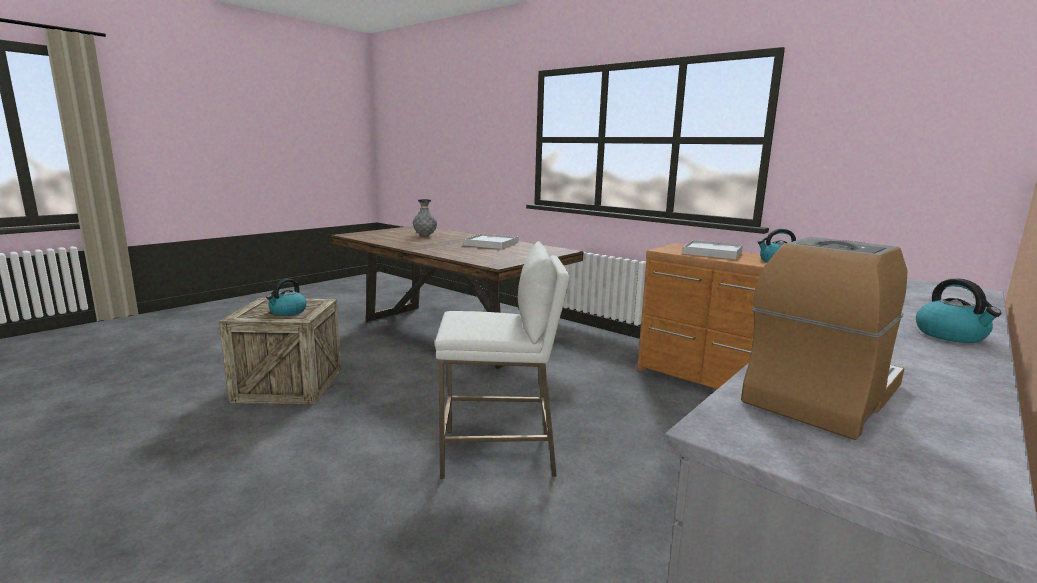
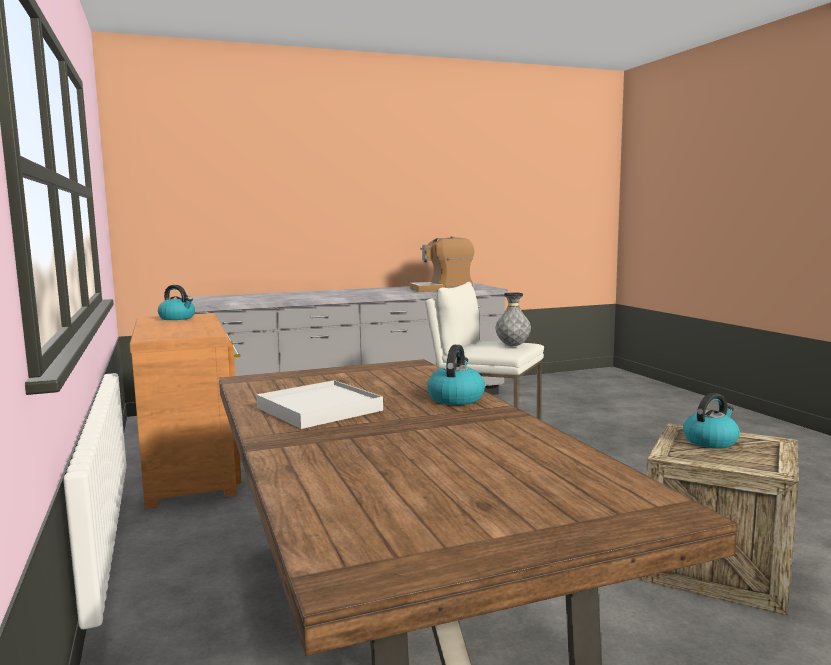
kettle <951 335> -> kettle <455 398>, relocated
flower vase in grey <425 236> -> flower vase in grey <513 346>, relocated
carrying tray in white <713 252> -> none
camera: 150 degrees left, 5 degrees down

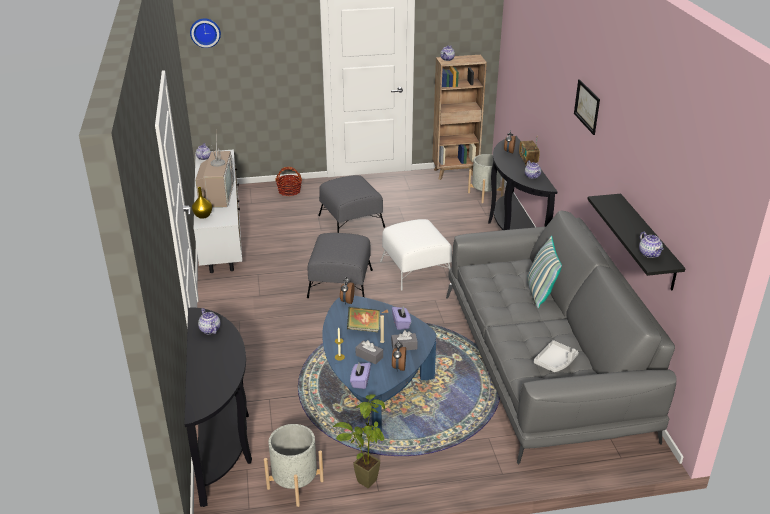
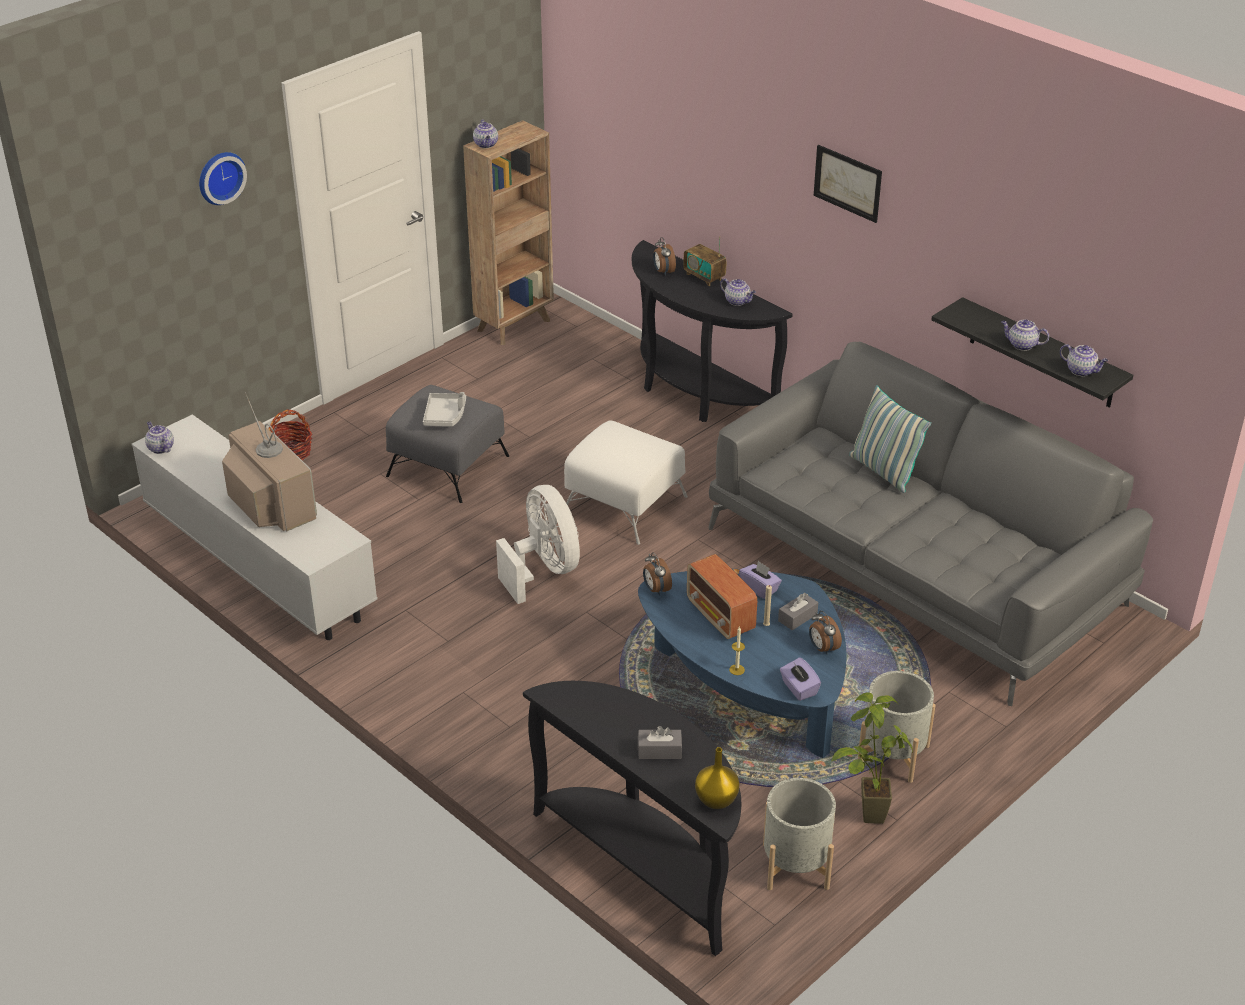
wall clock <205 32> -> wall clock <219 177>, relocated
carrying tray in grey <555 361> -> carrying tray in grey <445 416>, relocated
pouffe in grey <340 283> -> fan in white <544 570>
tissue holder in grey <369 356> -> tissue holder in grey <659 751>, relocated
volume <363 328> -> radio set <720 616>
flower vase in yellow-coloured <203 216> -> flower vase in yellow-coloured <717 800>, relocated
flower pot in grey <485 194> -> flower pot in grey <893 755>, relocated
tea pot <209 329> -> tea pot <1021 345>, relocated
camera: 35 degrees left, 5 degrees up

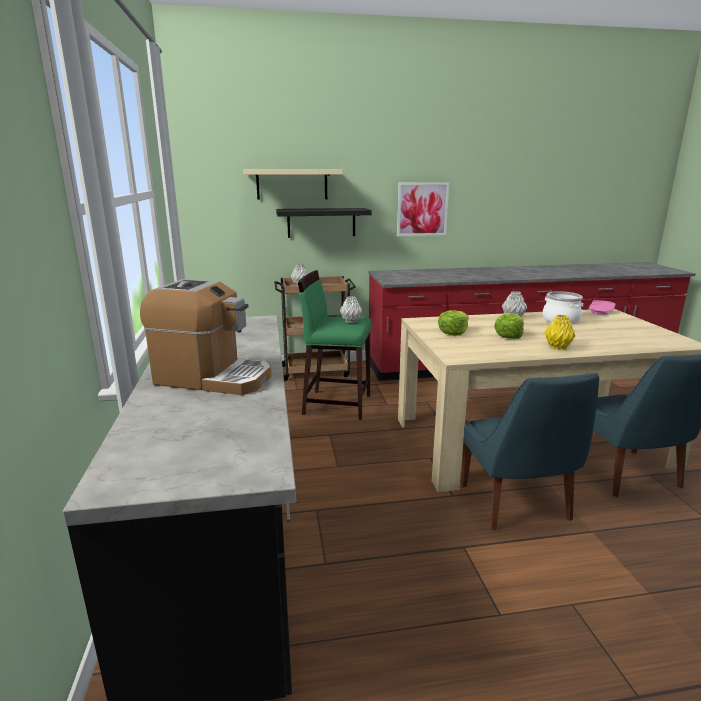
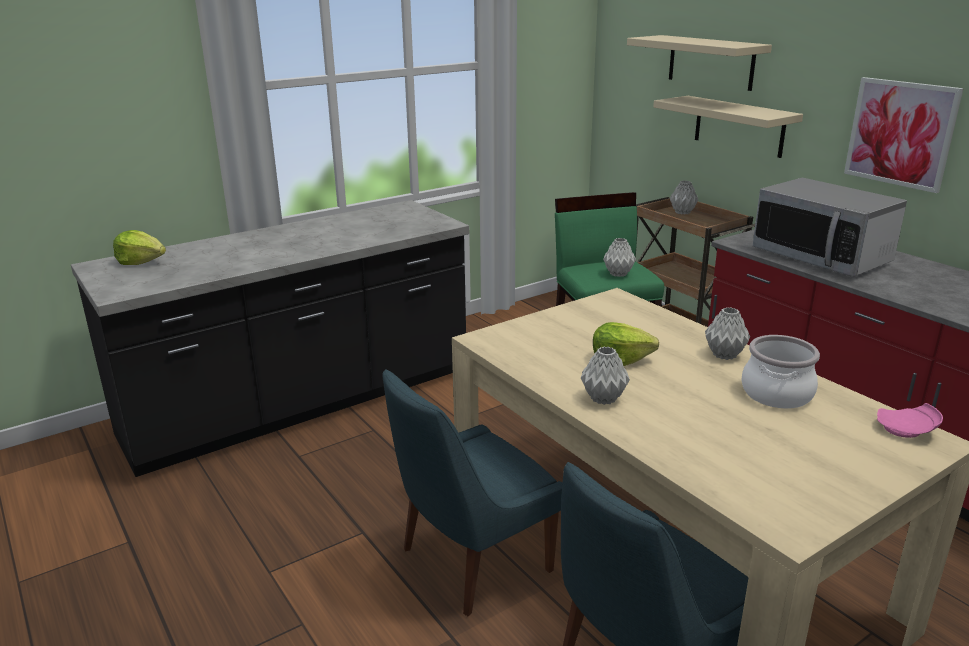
lettuce <453 332> -> lettuce <141 262>, relocated
flower vase in yellow-coloured <558 347> -> flower vase in grey <602 399>
bracket shelf in blackish <321 222> -> bracket shelf in sand-coloured <739 126>
none -> microwave oven <821 257>
coffee brewer <213 378> -> none
camera: 65 degrees right, 5 degrees up

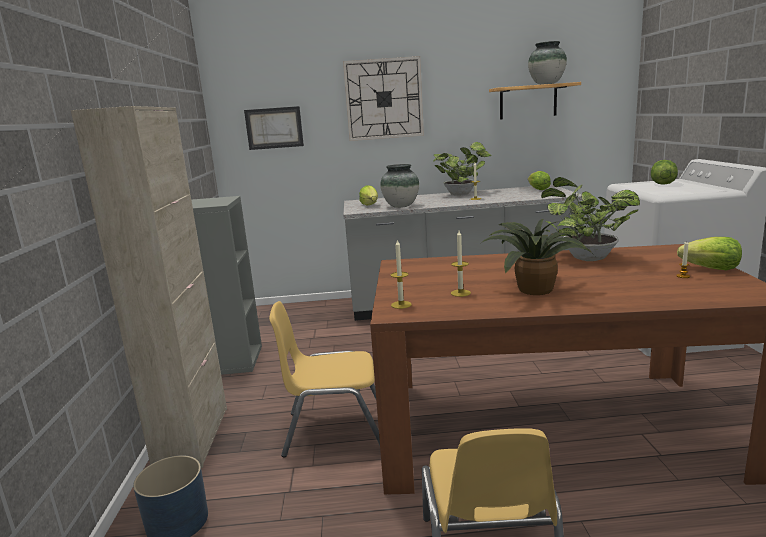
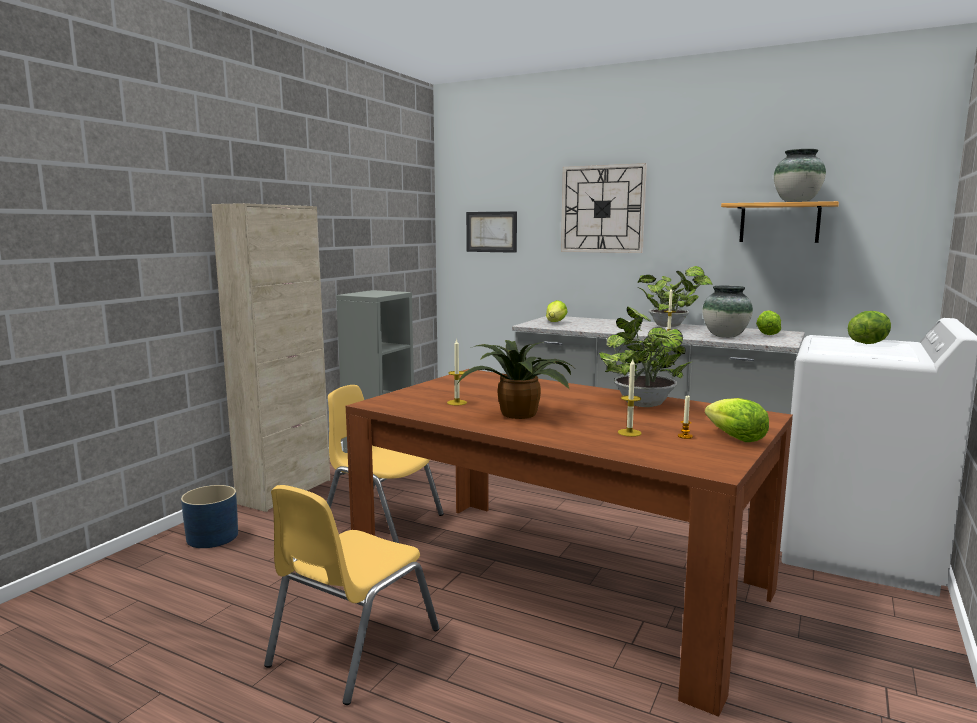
wax candle <401 305> -> wax candle <629 433>, relocated
flower vase <400 206> -> flower vase <725 336>, relocated
camera: 30 degrees right, 5 degrees down

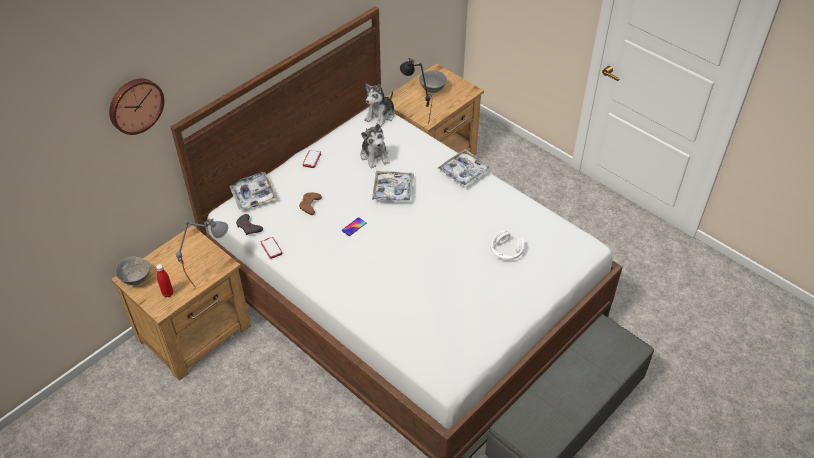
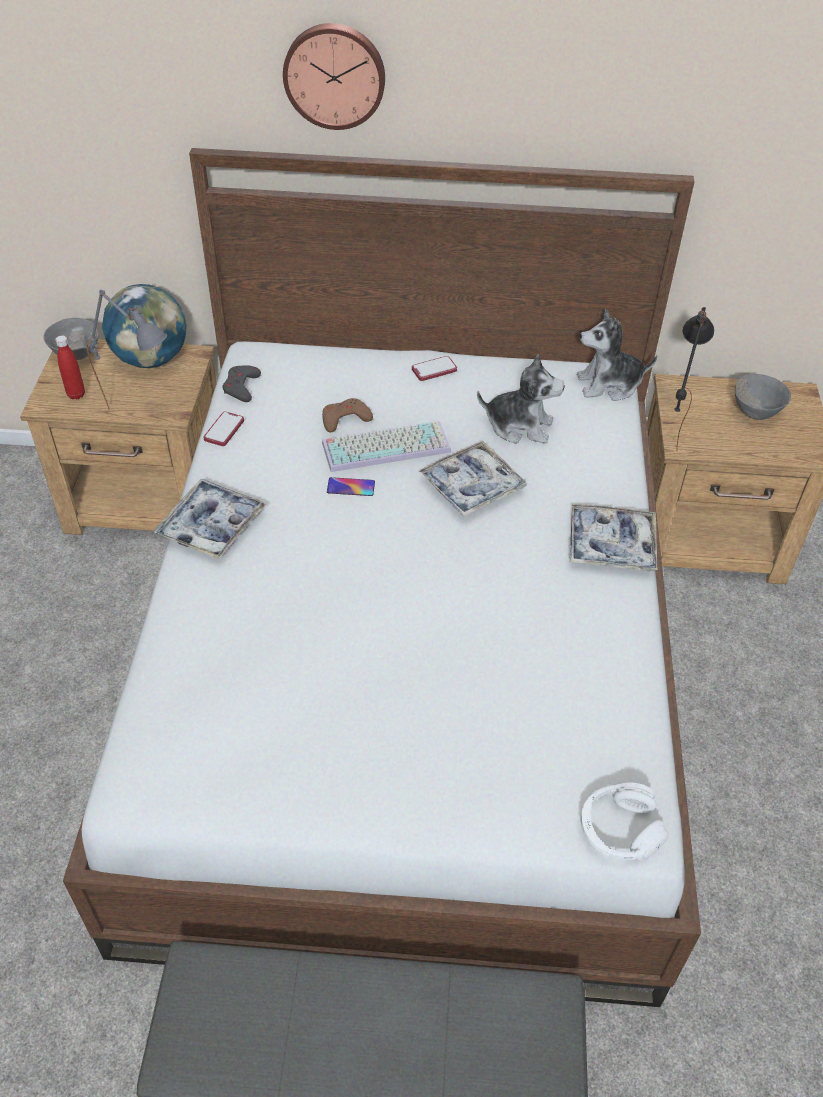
none -> globe <151 359>
carrying tray <253 194> -> carrying tray <211 526>, relocated
wall clock <135 105> -> wall clock <335 75>, relocated
none -> PC keyboard <387 445>
cuddly toy <375 156> -> cuddly toy <519 426>, 105 degrees counterclockwise
headphones in white <506 251> -> headphones in white <619 830>, relocated
camera: 50 degrees right, 0 degrees up

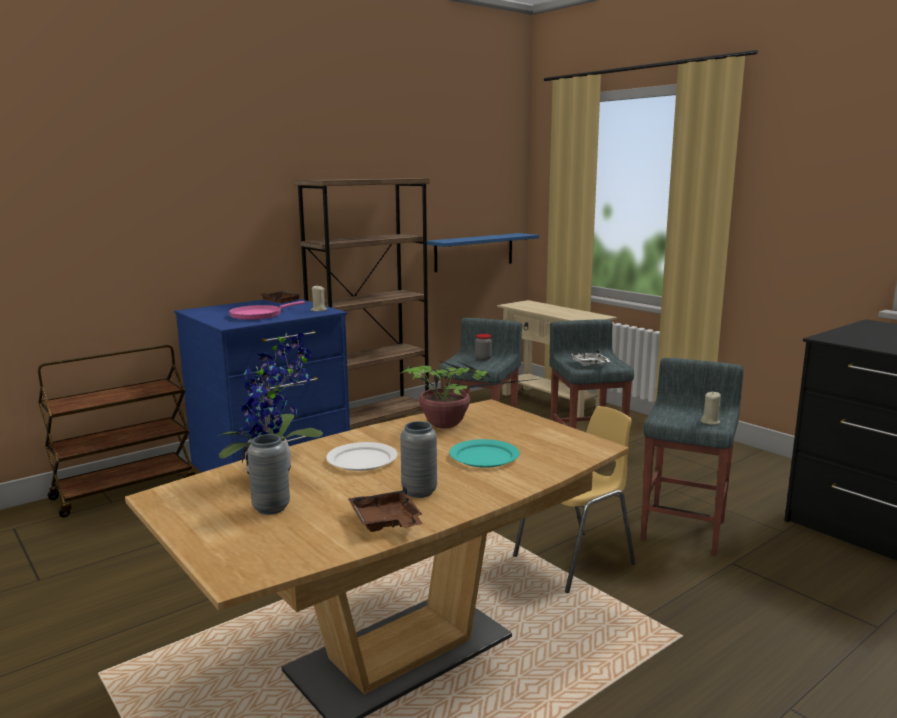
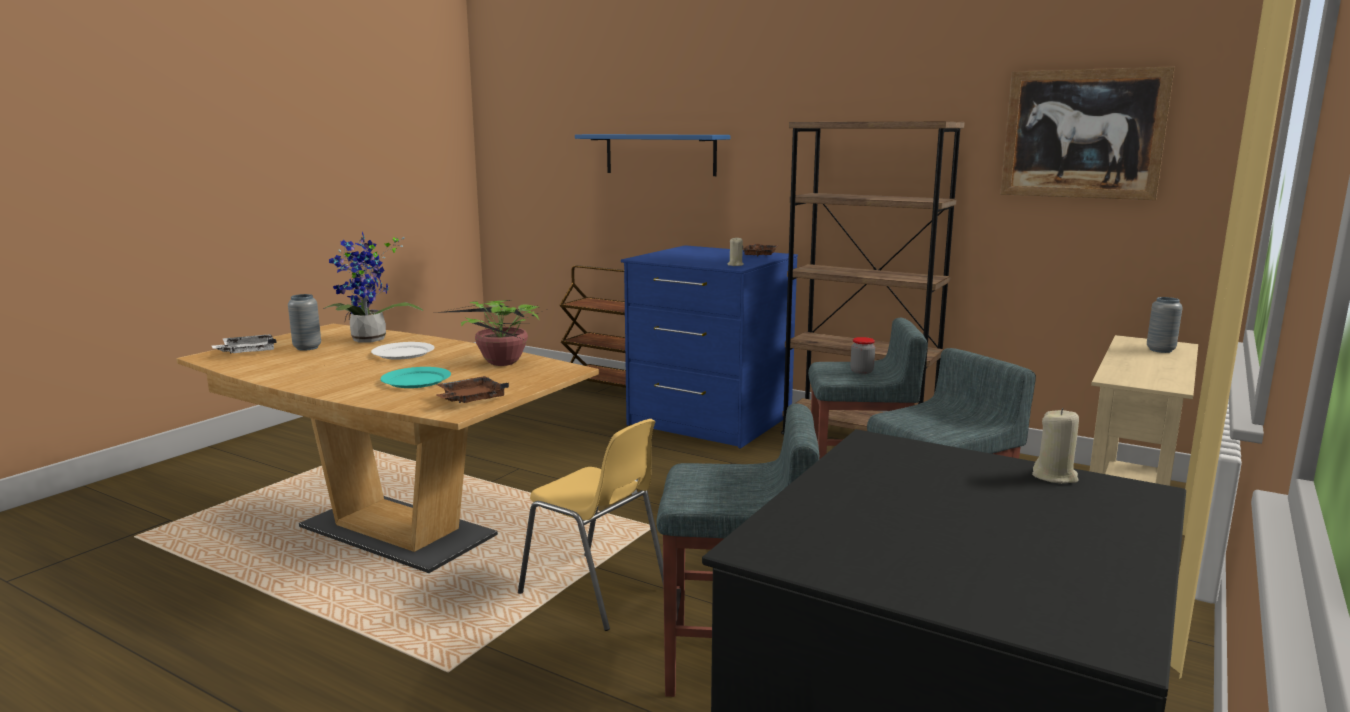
carrying tray in white <590 364> -> carrying tray in white <247 352>, relocated
carrying tray in brown <386 522> -> carrying tray in brown <470 399>, relocated
bracket shelf in bluish <474 252> -> bracket shelf in bluish <660 154>, relocated
none -> wall art <1082 134>
wax candle in sand-coloured <710 422> -> wax candle in sand-coloured <1055 476>, relocated
flower vase in grey <419 492> -> flower vase in grey <1160 350>, relocated
pan in pink <259 315> -> none
camera: 70 degrees right, 0 degrees up

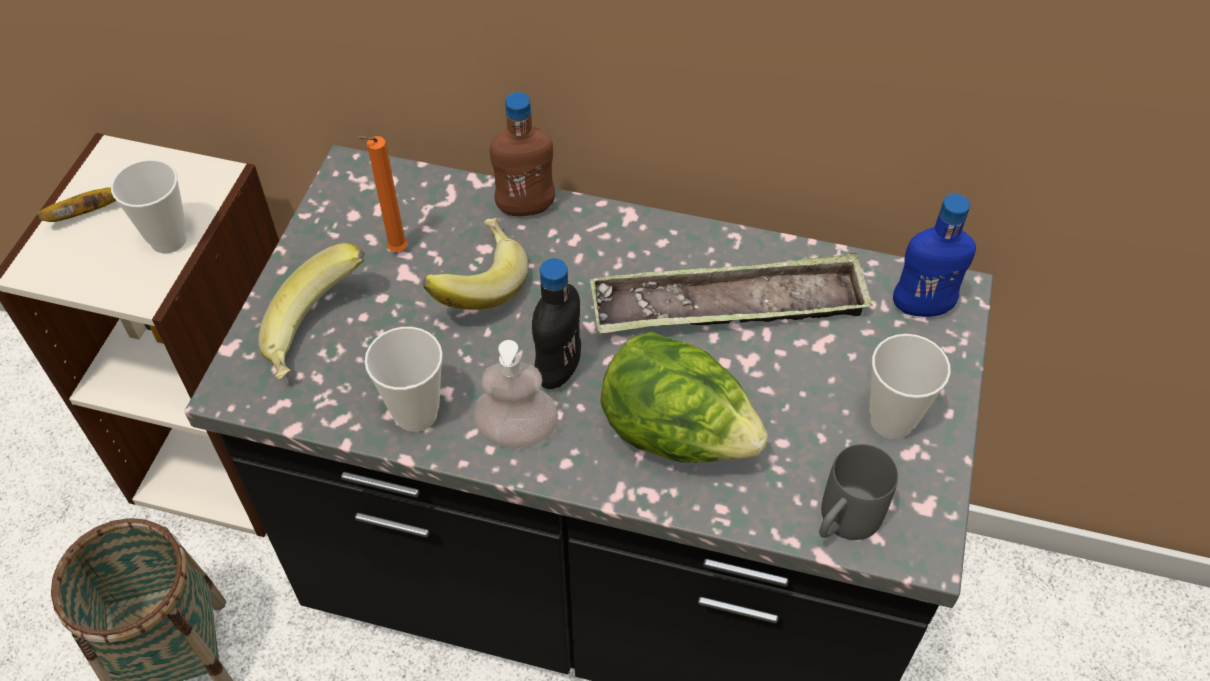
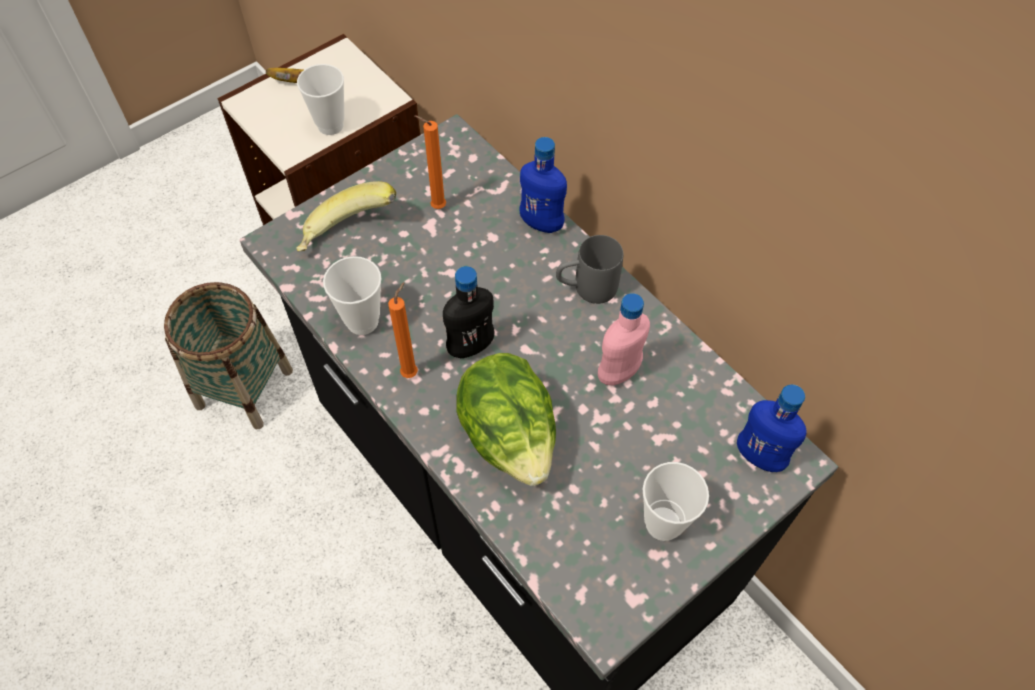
soap bottle <517 432> -> wax candle in orange <411 372>
beverage bottle in brown <525 207> -> beverage bottle in bluish <541 223>
mug in grey <842 523> -> mug in grey <586 288>, relocated
carrying tray <729 307> -> beverage bottle in pink <619 372>
banana <476 283> -> none
camera: 35 degrees right, 5 degrees up

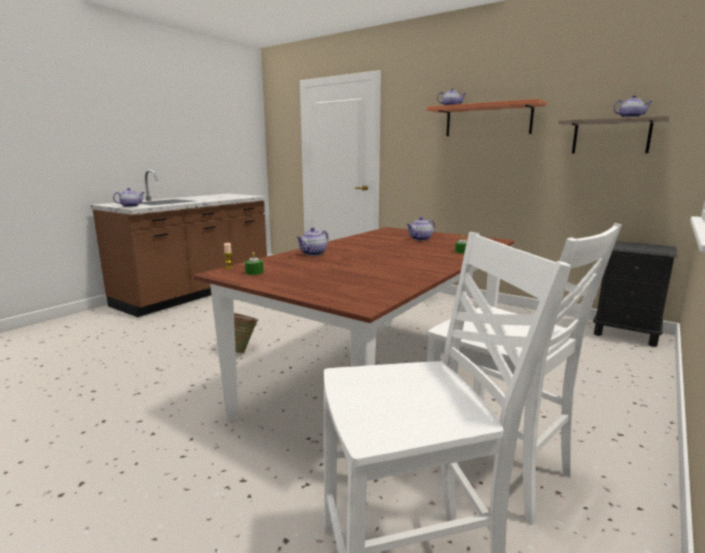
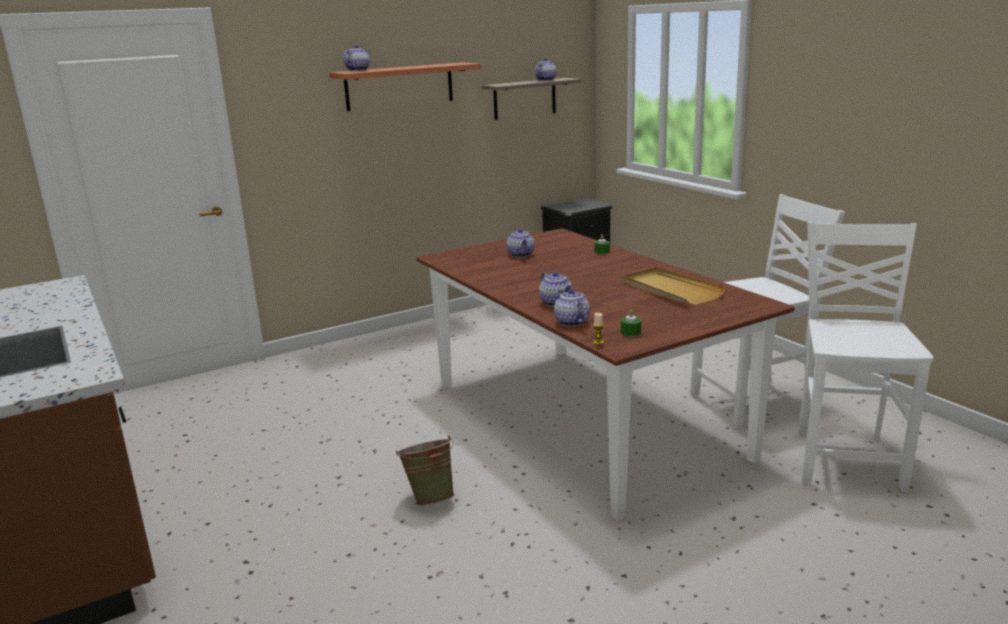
tea pot <131 206> -> tea pot <571 322>, relocated
none -> carrying tray in sand-coloured <671 290>
camera: 65 degrees left, 5 degrees up

